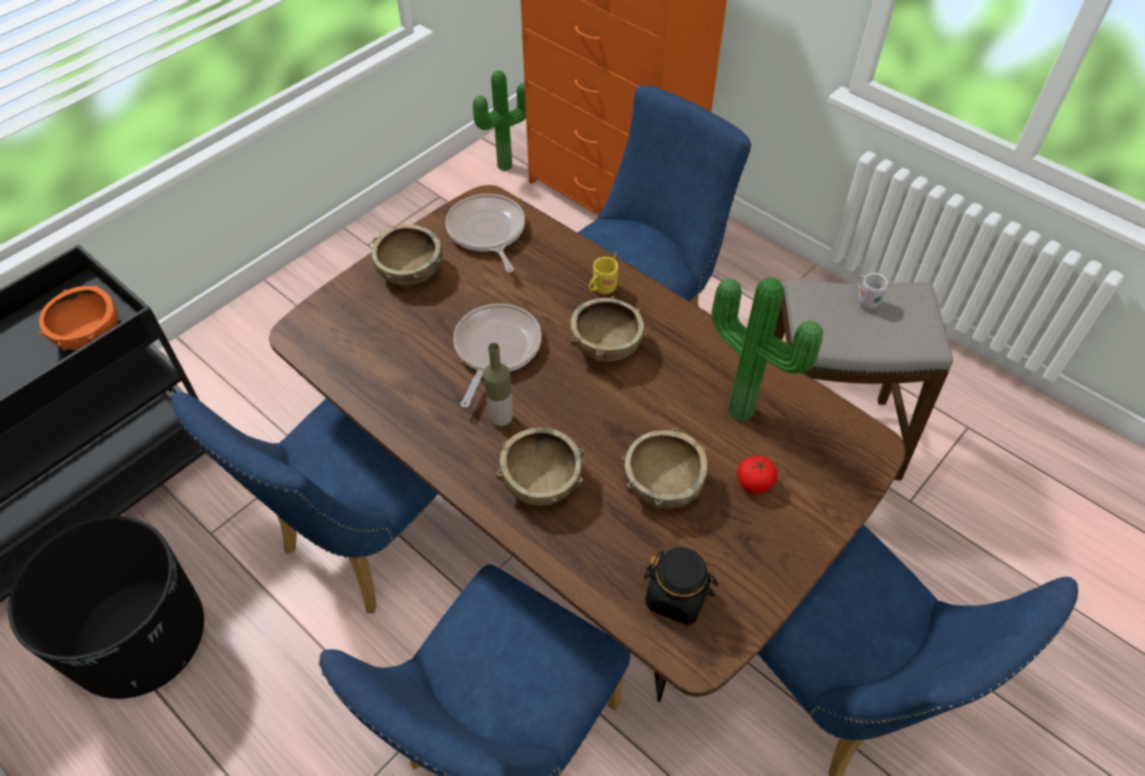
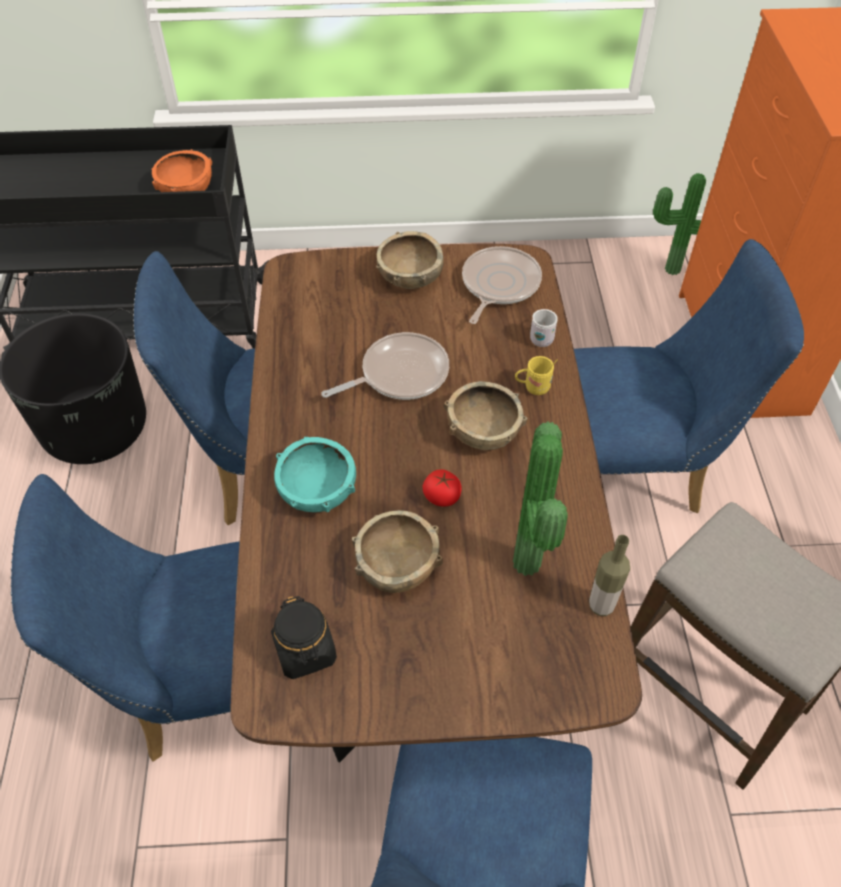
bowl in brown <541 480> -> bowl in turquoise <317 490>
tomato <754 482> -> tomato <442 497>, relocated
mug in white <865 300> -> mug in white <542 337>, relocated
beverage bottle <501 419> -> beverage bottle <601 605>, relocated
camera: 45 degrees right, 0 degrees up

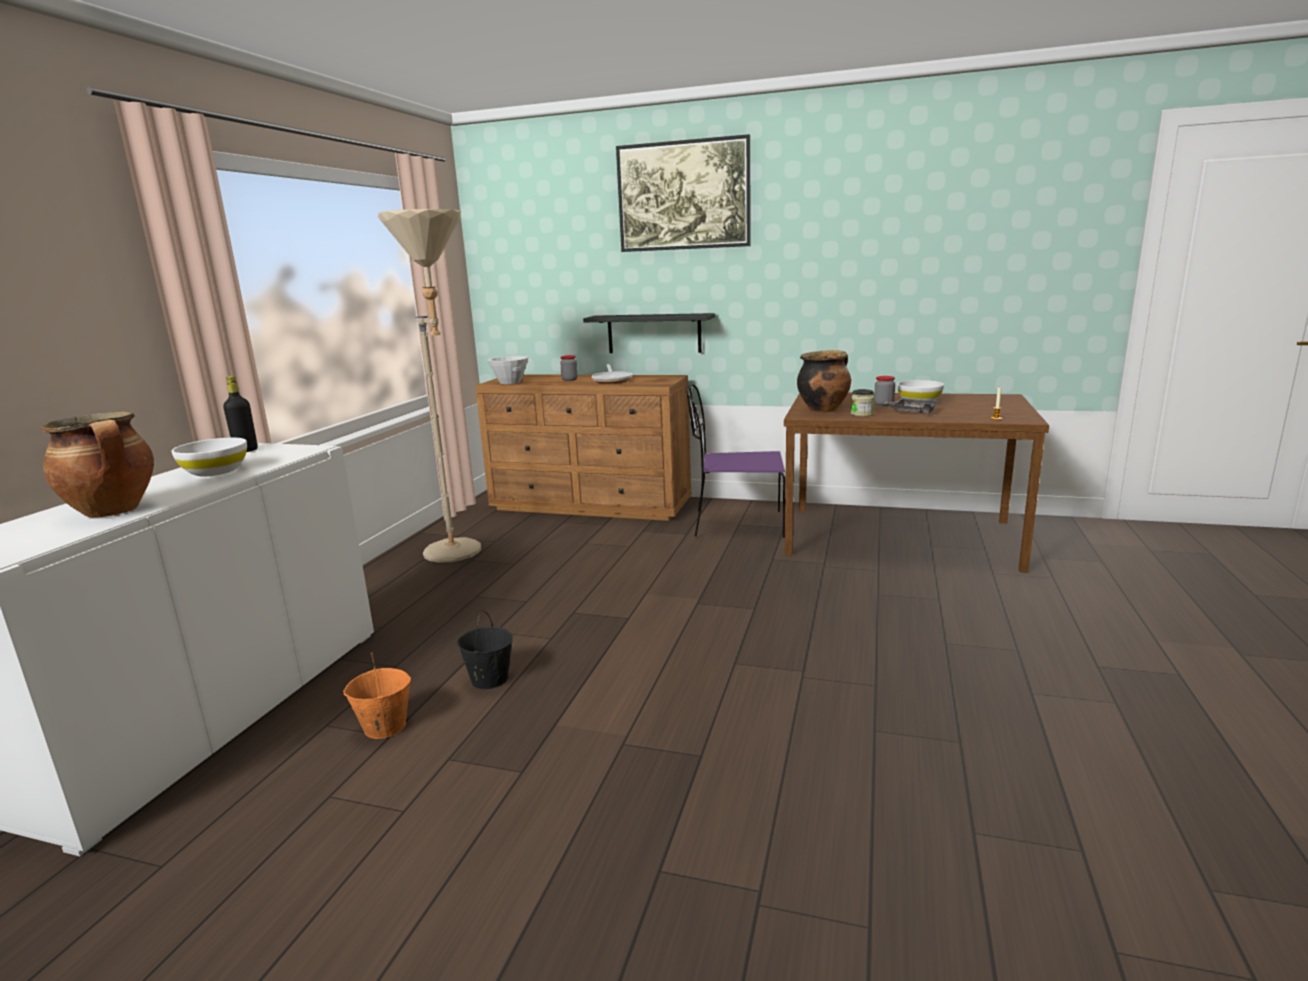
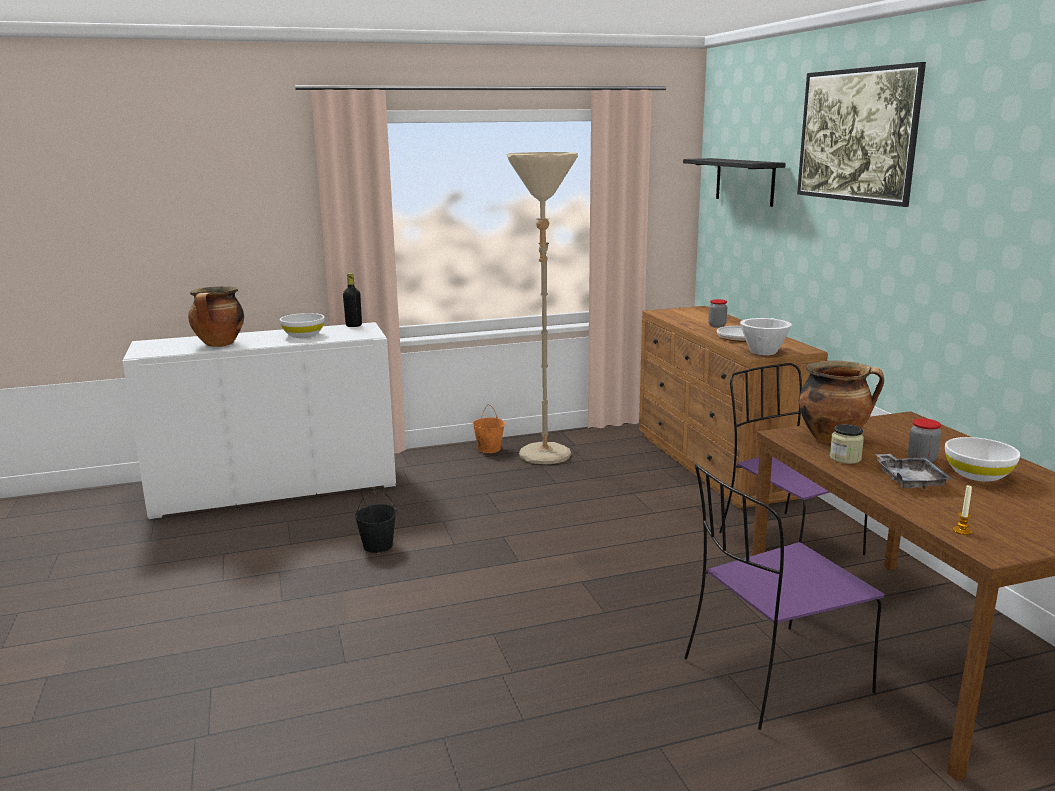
water bucket in orange <384 727> -> water bucket in orange <488 449>, relocated
bracket shelf in blackish <654 333> -> bracket shelf in blackish <744 181>, relocated
none -> chair in purple-coloured <772 677>
bowl in white <510 382> -> bowl in white <764 352>, relocated
camera: 55 degrees right, 0 degrees up

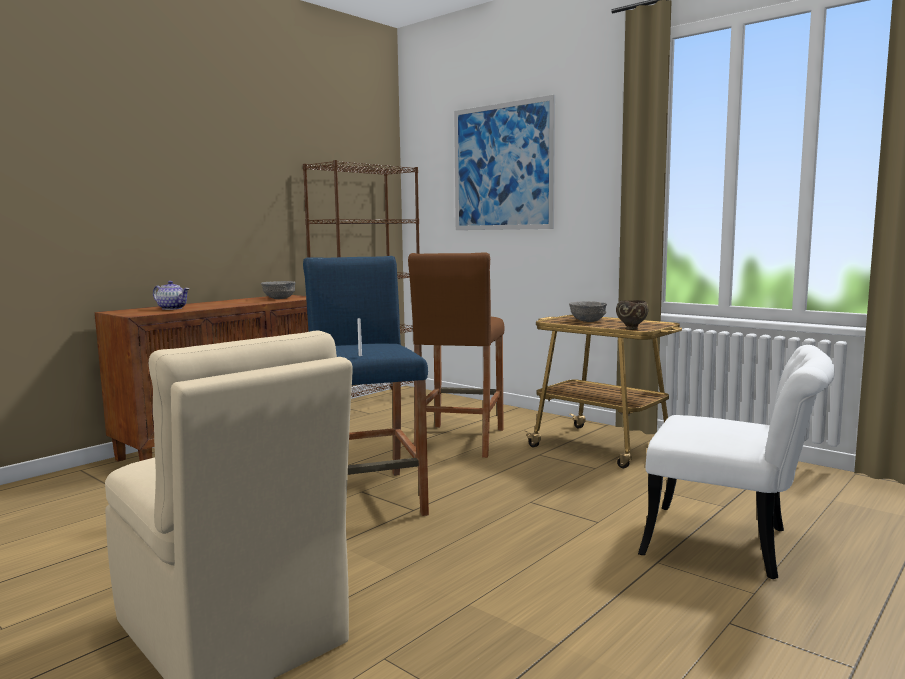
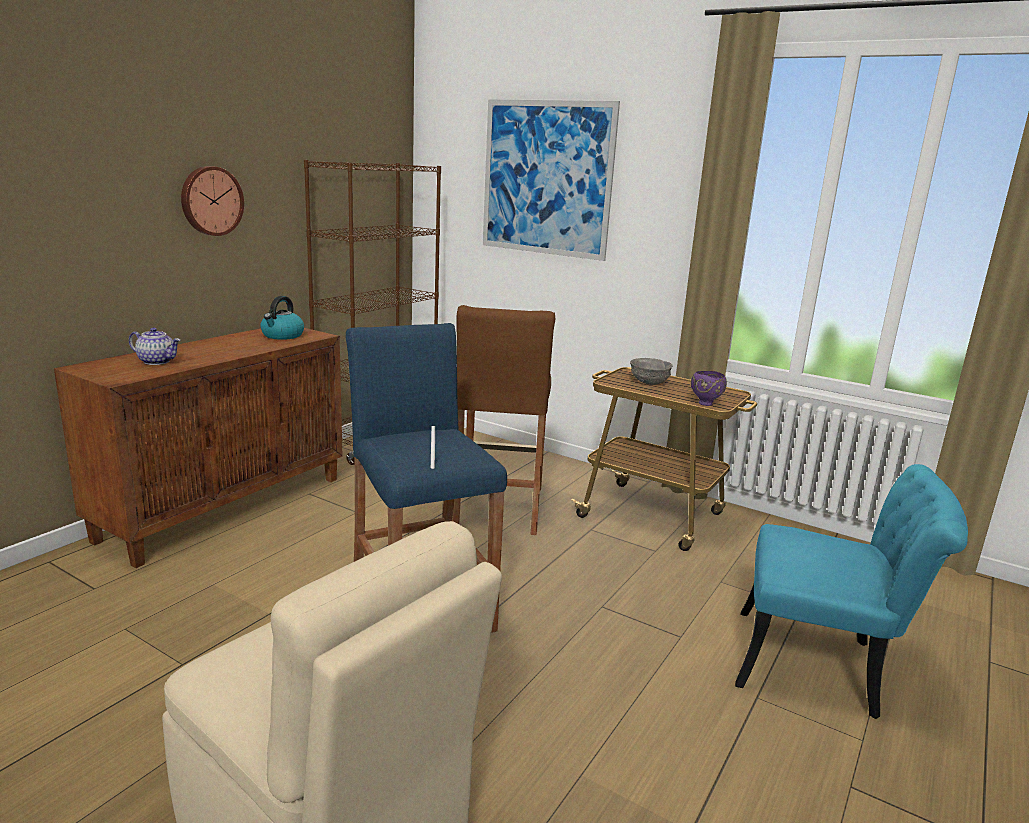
none -> wall clock <211 201>
bowl in grey <279 298> -> kettle <282 336>
bowl in brown <631 329> -> bowl in purple-coloured <705 403>
chair in white <733 544> -> chair in turquoise <824 667>
camera: 10 degrees left, 10 degrees up

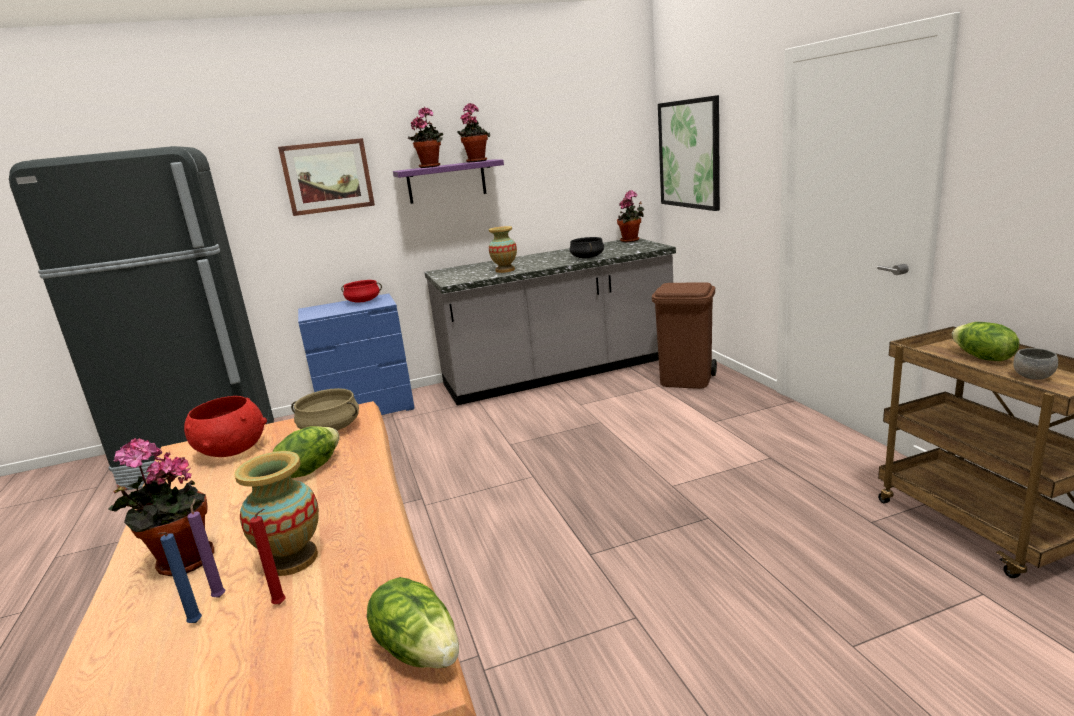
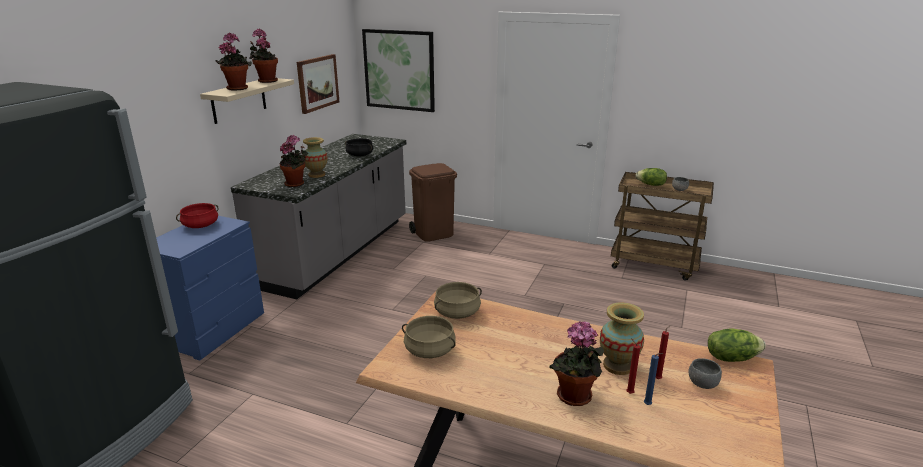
bracket shelf in purple-coloured <446 181> -> bracket shelf in sand-coloured <239 100>
plant in a pot <631 240> -> plant in a pot <296 184>, relocated
wall art <327 177> -> wall art <317 83>, relocated
bowl in red <232 451> -> saucepot in sand-coloured <429 350>
wax candle in purple-coloured <220 595> -> wax candle in red <628 393>
none -> bowl in grey <702 384>
lettuce <310 469> -> none
camera: 50 degrees left, 5 degrees up

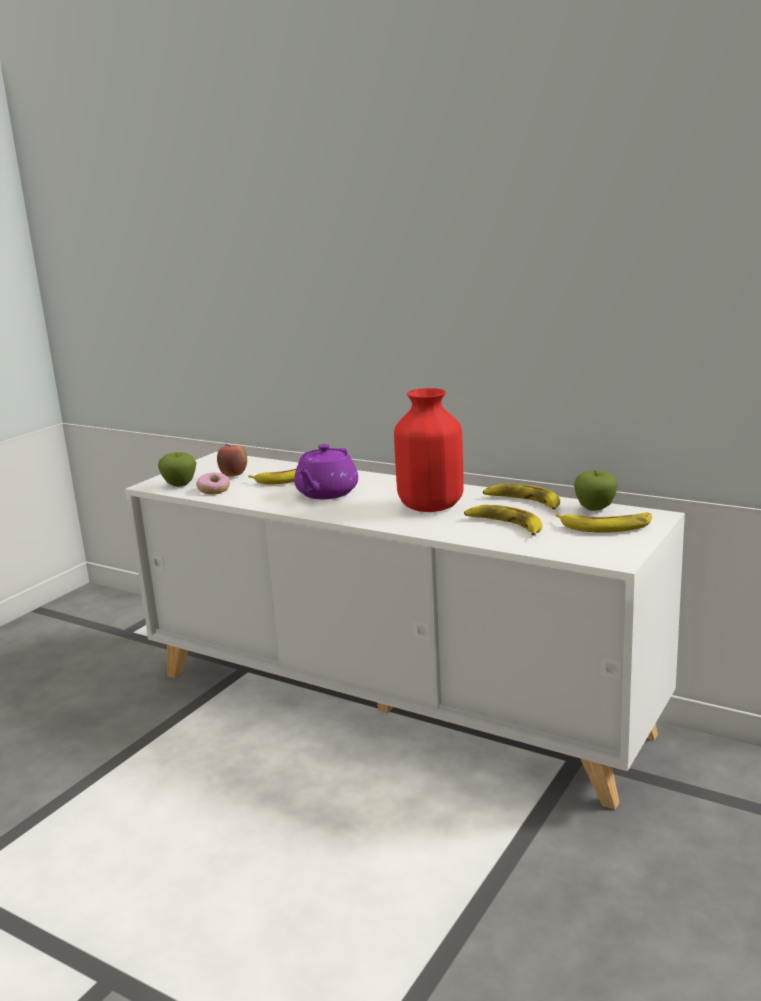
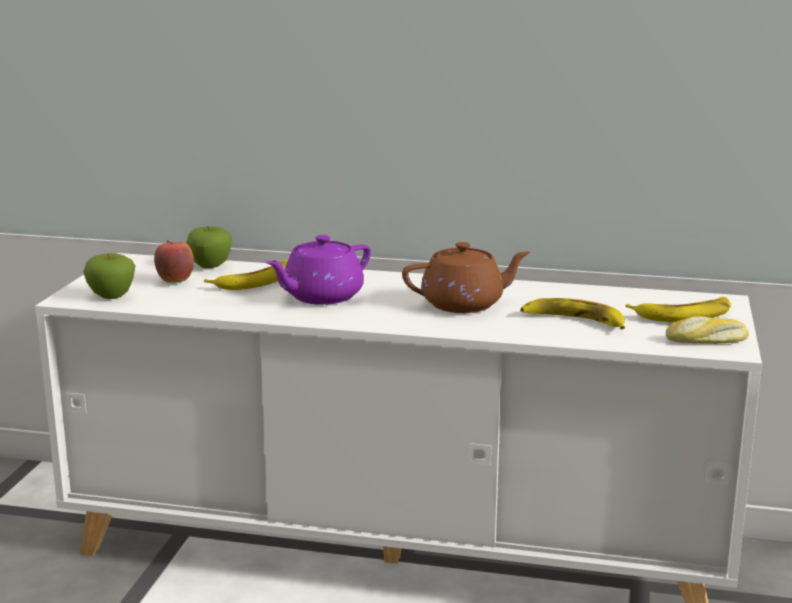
apple <595 508> -> apple <210 266>, relocated
tea pot in purple-coloured <326 493> -> tea pot in purple-coloured <321 297>, 45 degrees clockwise
flower vase in red <430 506> -> tea pot in brown <464 304>
none -> baked bread <707 341>
ring doughnut <214 490> -> none
banana <523 502> -> none
camera: 20 degrees left, 0 degrees up

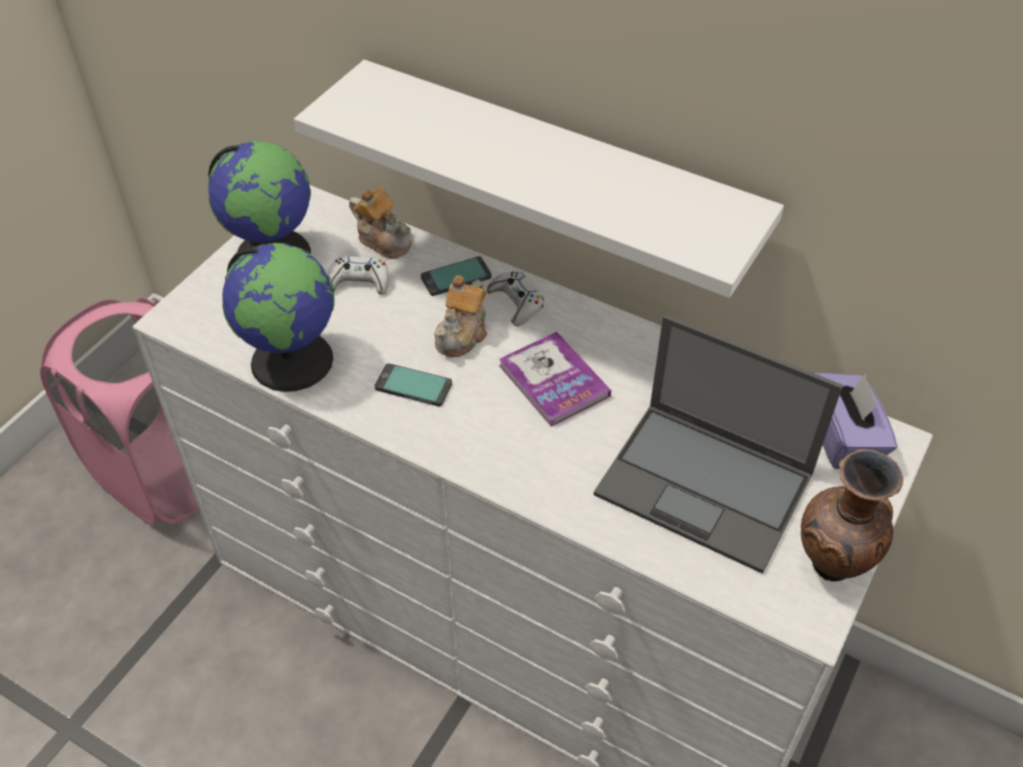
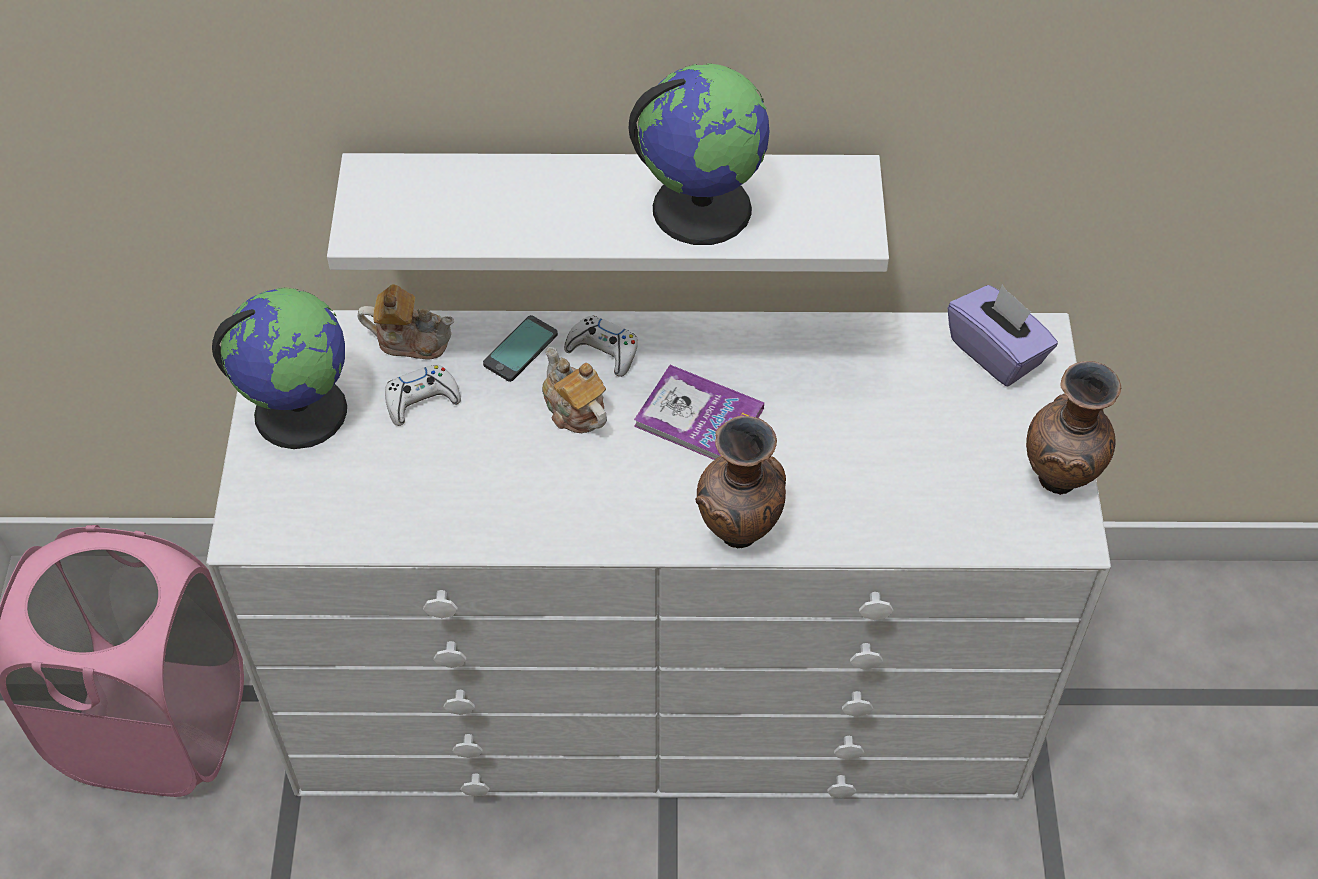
tea pot <463 334> -> tea pot <574 410>, 150 degrees clockwise
globe <293 359> -> globe <701 206>, relocated
none -> flower vase in brown <739 536>
handset <413 386> -> none
portable computer <706 485> -> none
camera: 30 degrees left, 5 degrees up

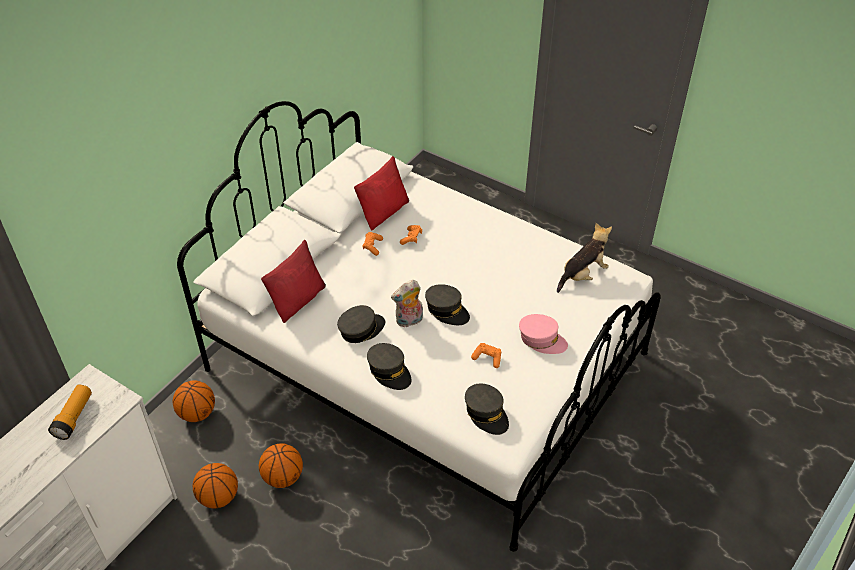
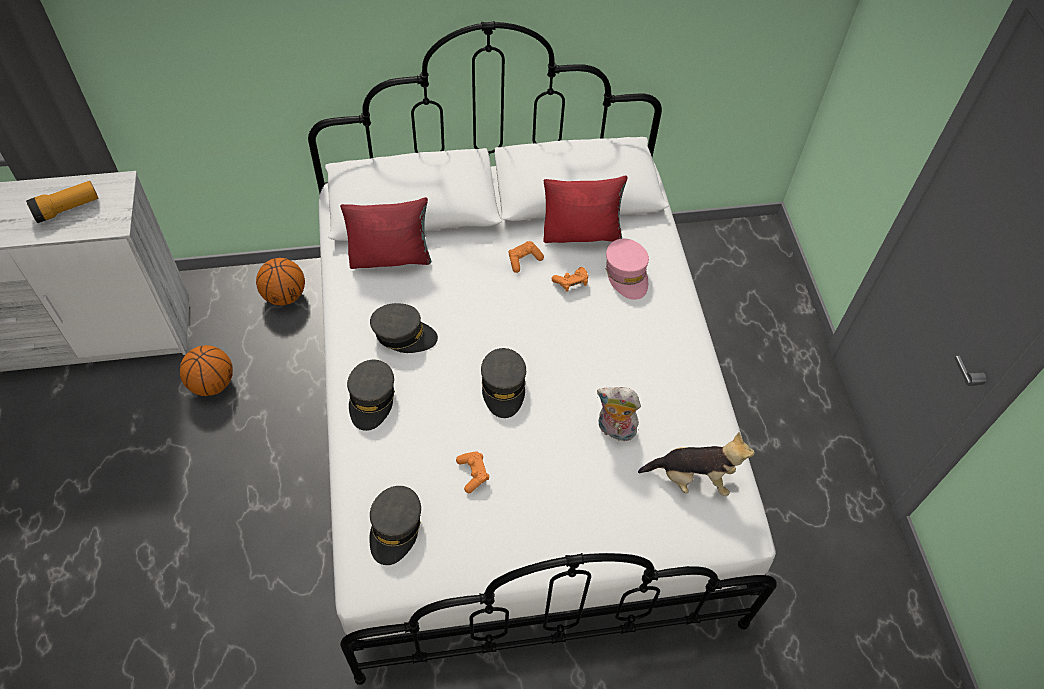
cuddly toy <409 321> -> cuddly toy <614 430>, relocated
peaked cap in pink <542 339> -> peaked cap in pink <627 274>, relocated
basketball <283 477> -> none
camera: 45 degrees right, 10 degrees up

